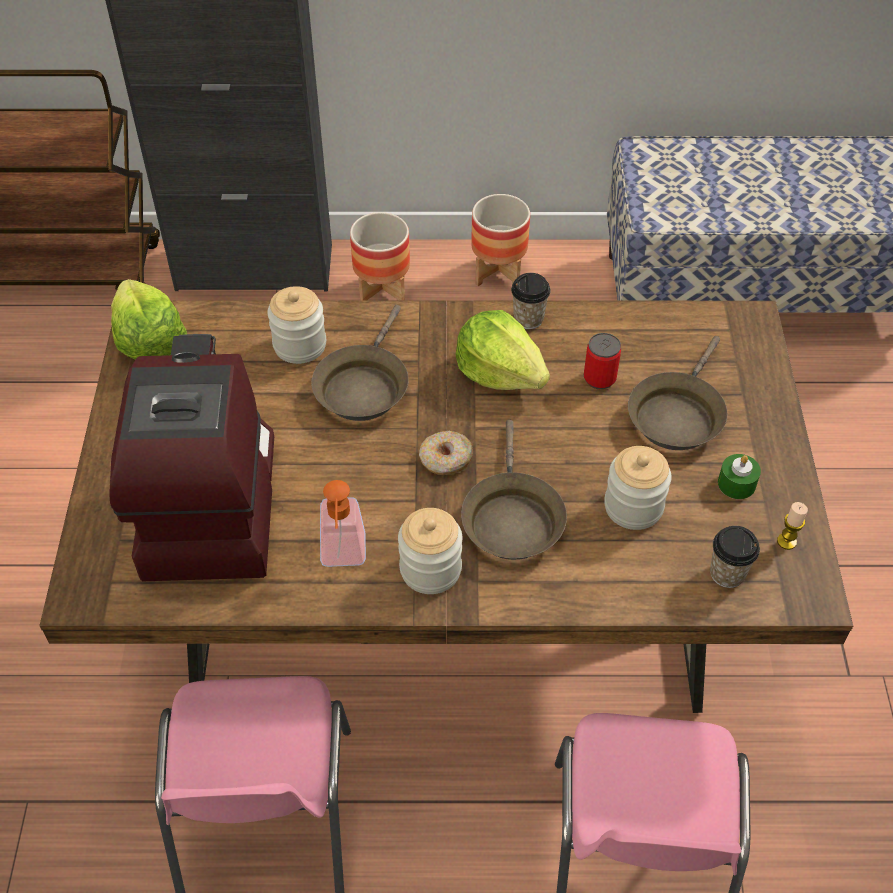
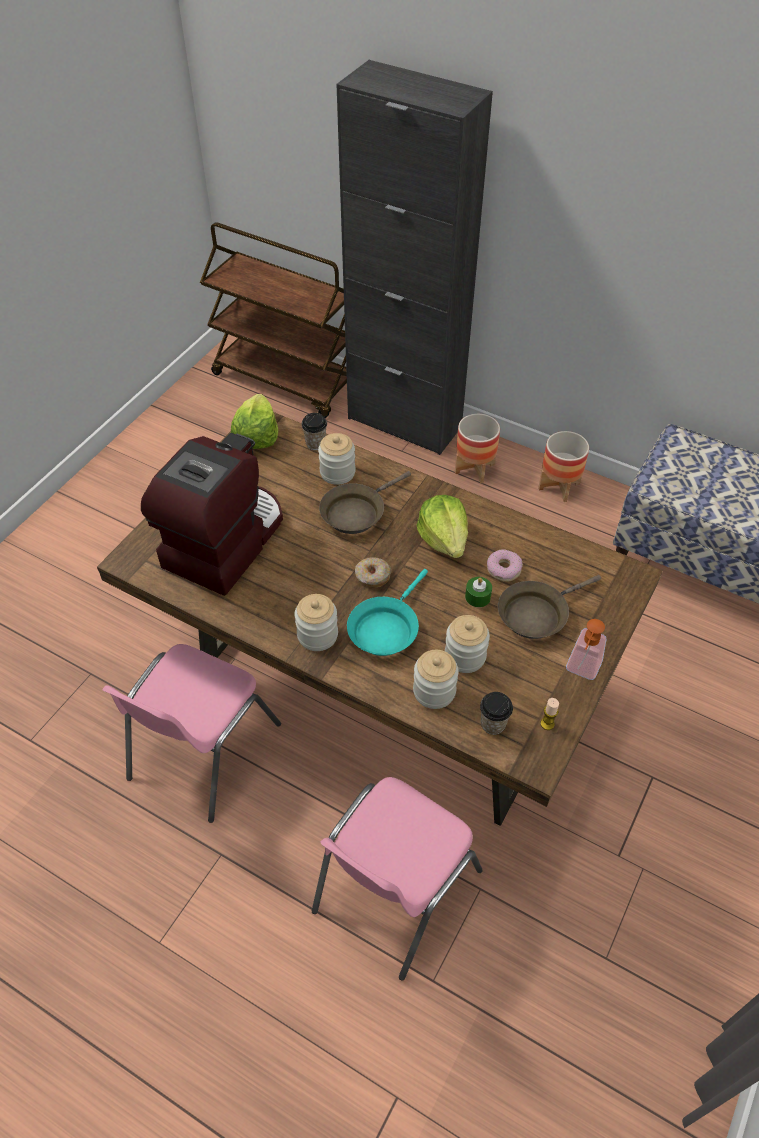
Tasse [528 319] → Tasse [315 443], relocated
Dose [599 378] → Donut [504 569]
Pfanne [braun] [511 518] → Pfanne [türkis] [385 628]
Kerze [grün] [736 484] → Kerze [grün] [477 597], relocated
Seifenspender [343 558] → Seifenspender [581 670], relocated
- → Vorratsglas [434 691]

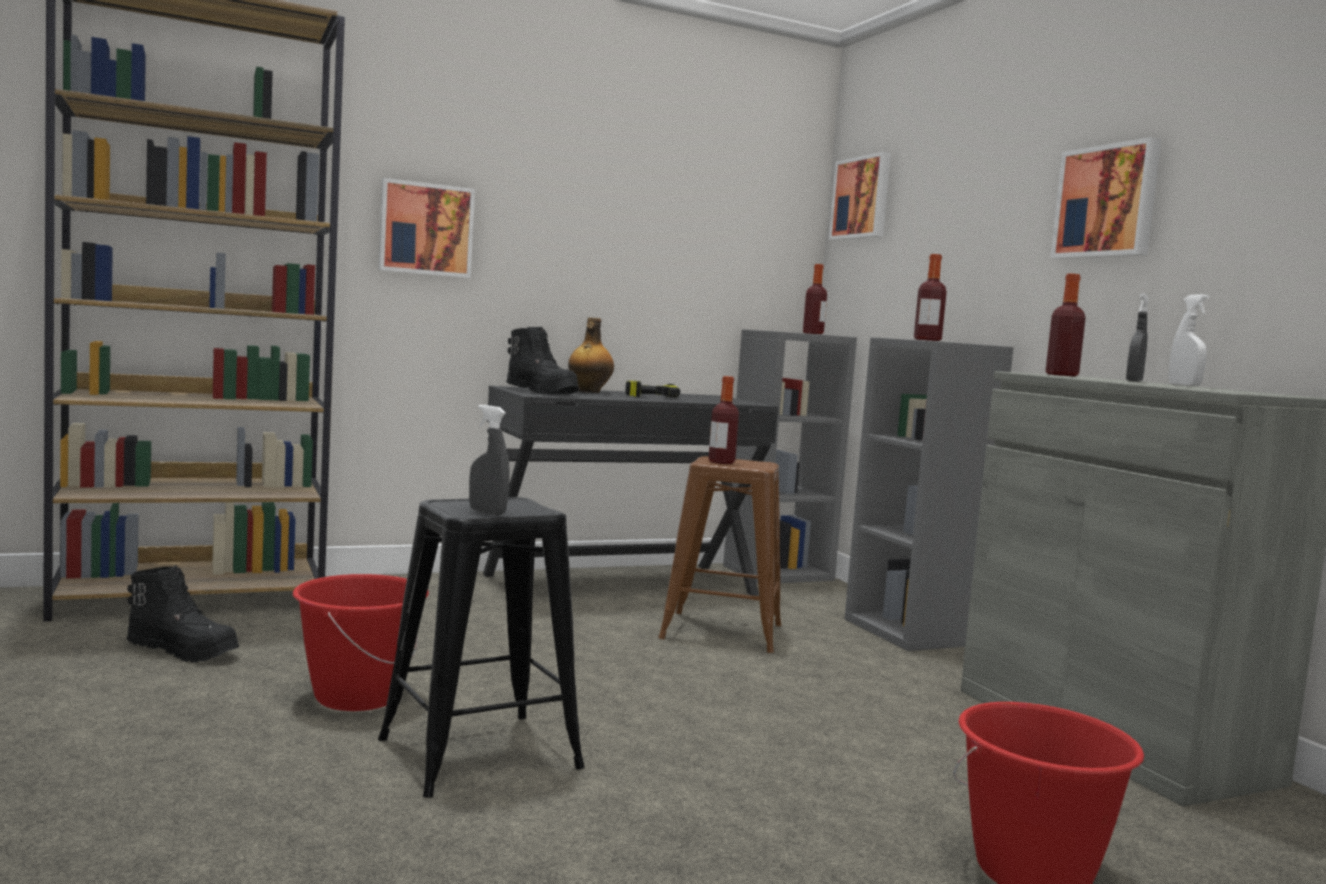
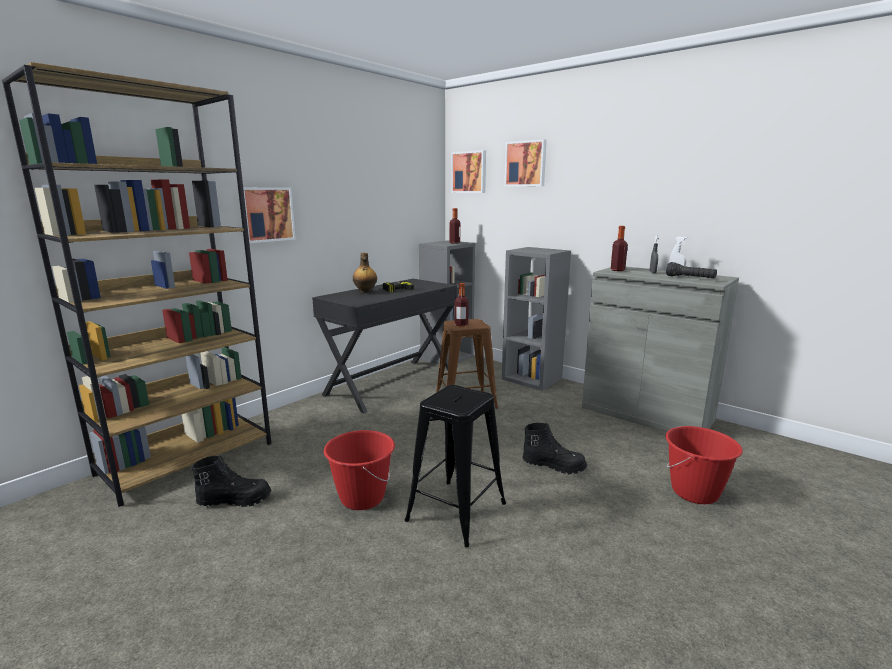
Bild [1108 202] → Bild [526 164], relocated
Flasche [927 340] → -
Stiefel [schwarz] [542 392] → Stiefel [schwarz] [553 465], relocated
Sprühflasche [grau] [487 512] → -
- → Taschenlampe [schwarz] [690 278]

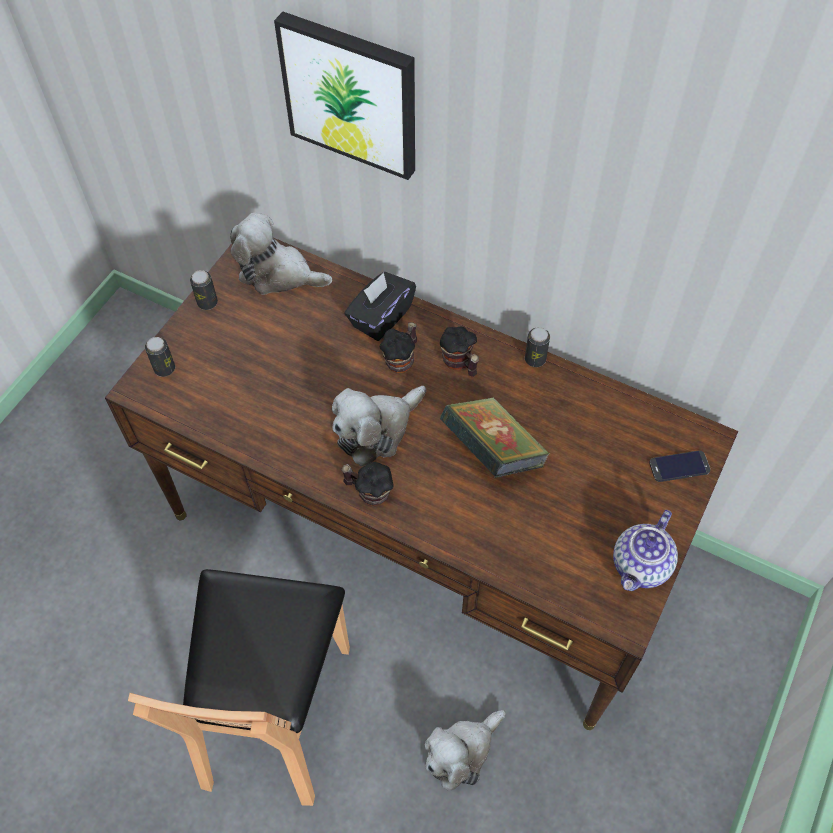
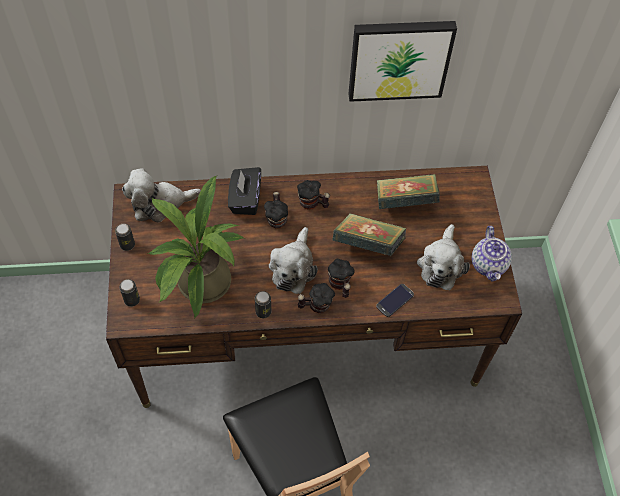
Bild [351 94] → Bild [399 59], relocated
Dose [535 359] → Dose [263 312], relocated
Handy [679 466] → Handy [394 300], relocated
Plüschtier [461 752] → Plüschtier [441 264], relocated
- → Buch [405 203]
- → Topfpflanze [199 287]
- → Henkelbecher [340 285]

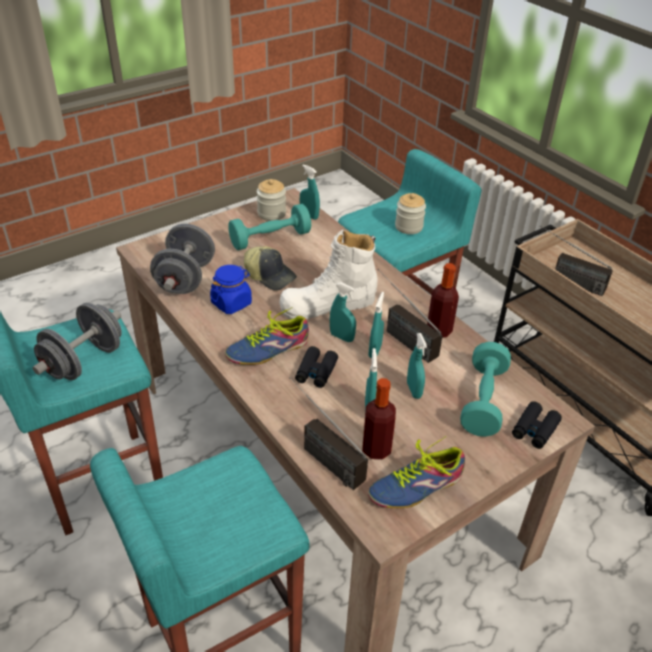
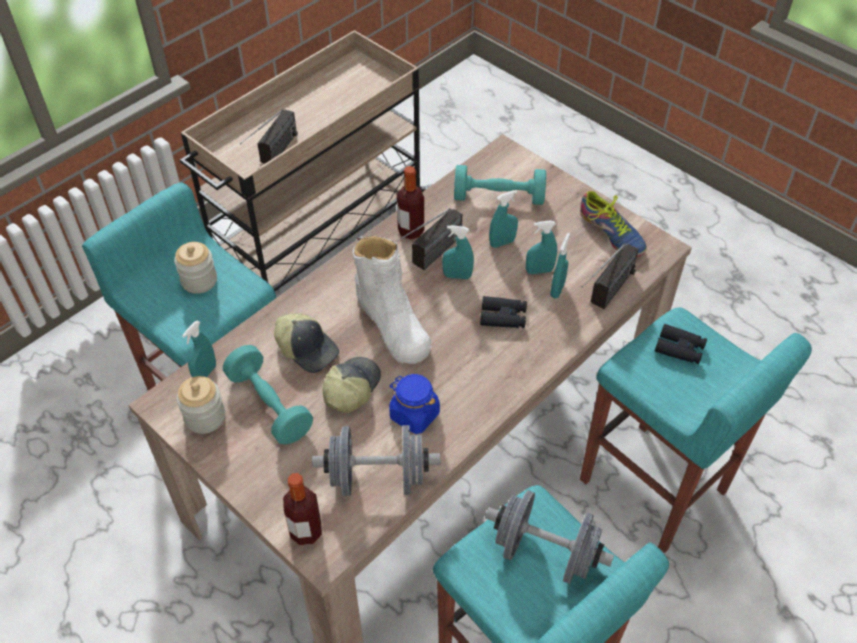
Sprühflasche [türkis] [342 337] → Sprühflasche [türkis] [557 289], relocated
Schuh [268 350] → -
Flasche [376 449] → Flasche [306 531], relocated
Fernglas [schwarz] [534 430] → Fernglas [schwarz] [679 348], relocated
- → Kappe [307 348]

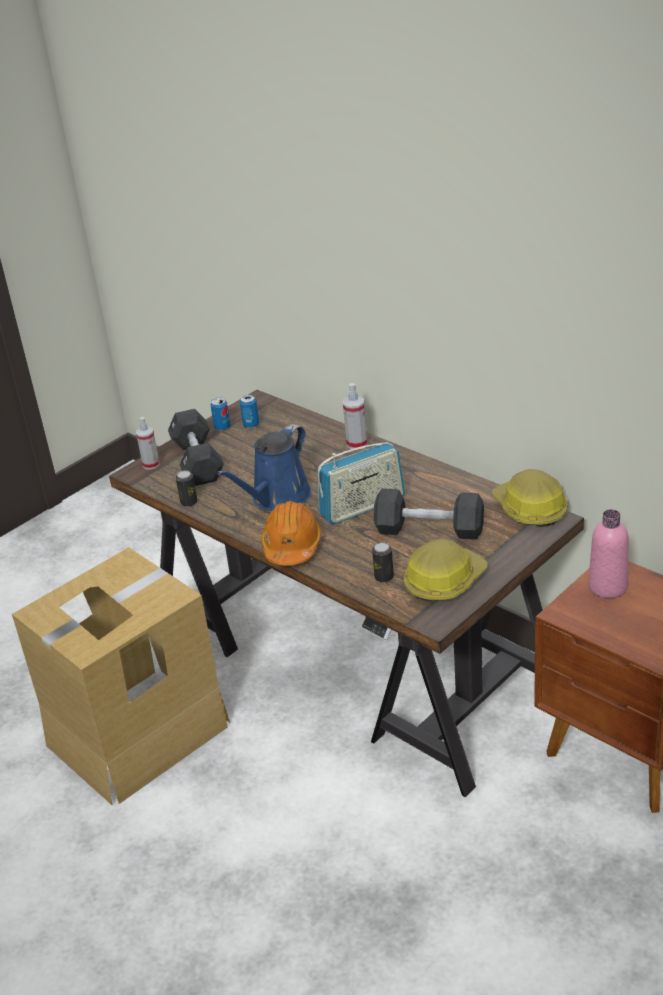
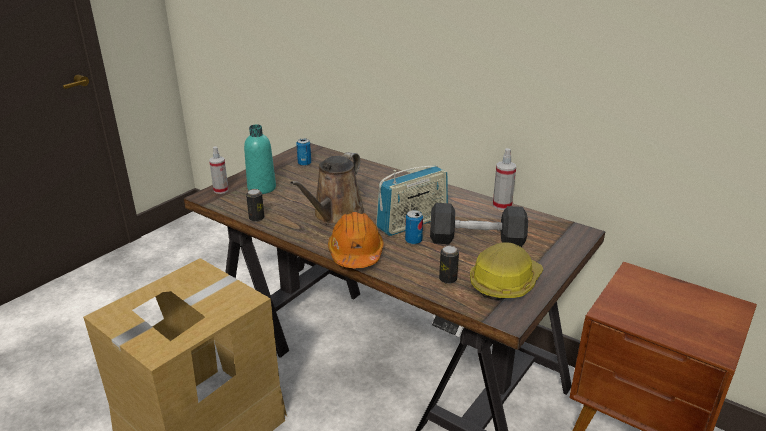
Sprühflasche [357 444] → Sprühflasche [502 205], relocated
Dose [222 427] → Dose [413 241], relocated
Hantel [schwarz] [197 461] → Flasche [türkis] [261 188]
Gießkanne [blau] [277 498] → Gießkanne [braun] [335 215]
Schutzhelm [529 509] → -
Flasche [rosa] [607 587] → -

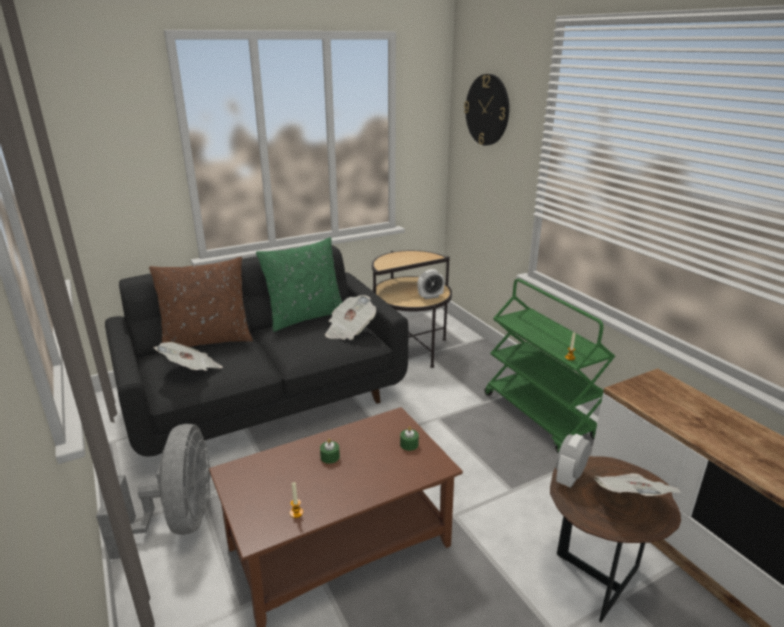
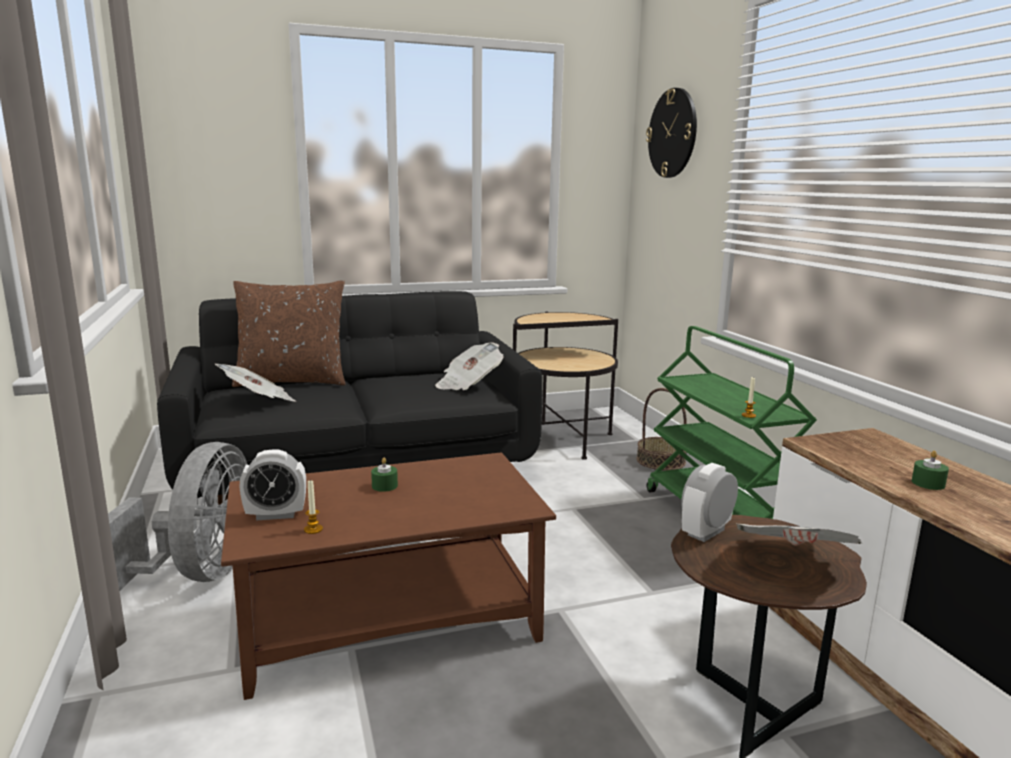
Kissen [grün] [305 317] → -
Wecker [430 297] → Wecker [276 515], relocated
Kerze [grün] [409 444] → Kerze [grün] [928 483], relocated
- → Korb [661 461]

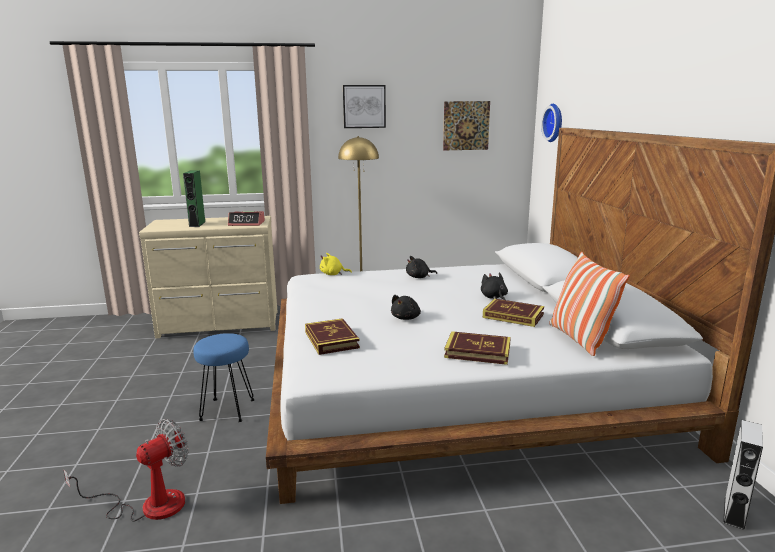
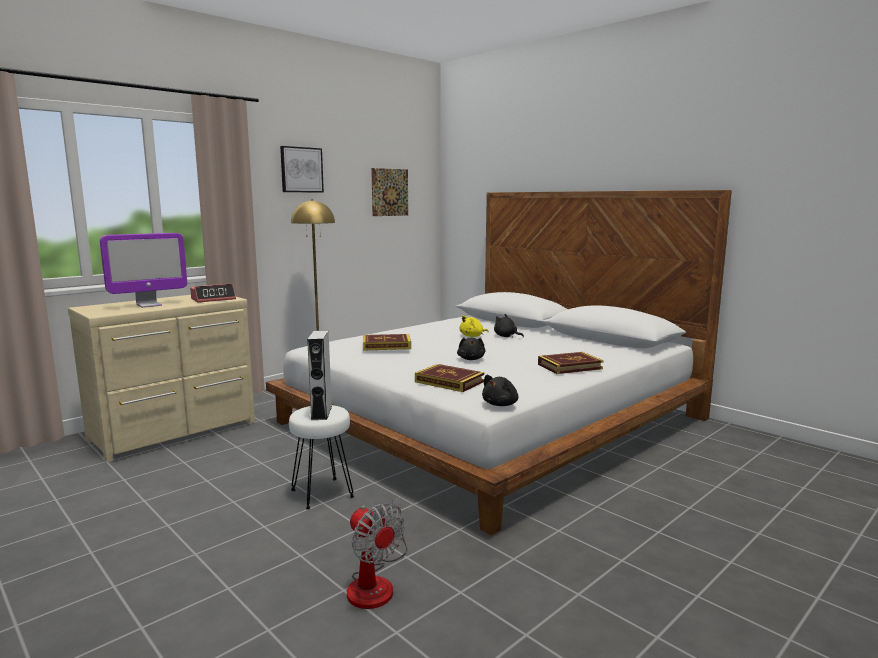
Wanduhr [554 123] → -
Lautsprecher [grün] [197 224] → Monitor [149 305]
Kissen [579 339] → -
Plüschtier [gelb] [333 274] → Plüschtier [gelb] [472 336], relocated
Plüschtier [schwarz] [419 277] → Plüschtier [schwarz] [501 404], relocated
Buch [513 316] → Buch [386 345], relocated
Hocker [blau] [228 410] → Hocker [weiß] [323 493]
Ventilator [149 505] → Ventilator [376 582], 135 degrees clockwise
Lautsprecher [grau] [734 512] → Lautsprecher [grau] [321 413], relocated

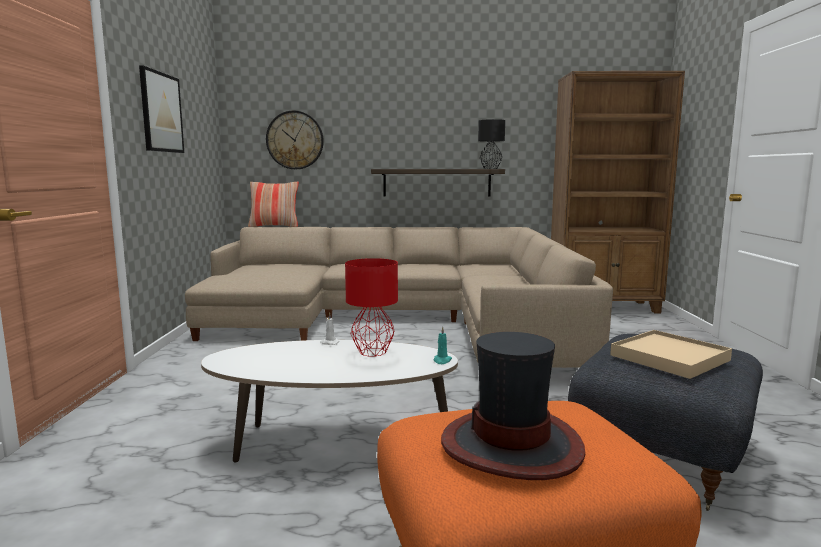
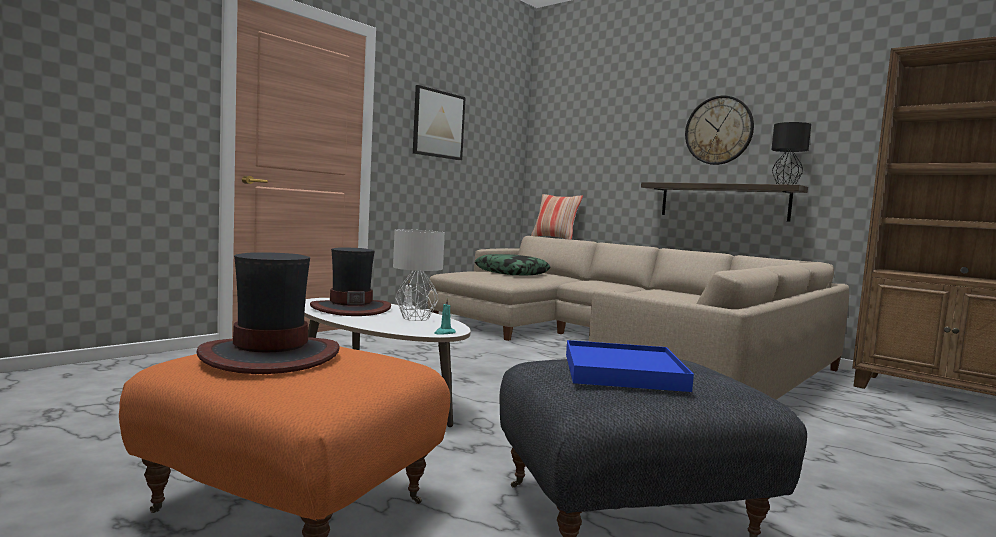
Wanduhr [295 140] → Wanduhr [719 130], relocated
Tischlampe [rot] [373 352] → Tischlampe [grau] [416 318]
Tablett [beige] [669 358] → Tablett [blau] [622 371]
- → Hut [350 308]
- → Kissen [512 273]

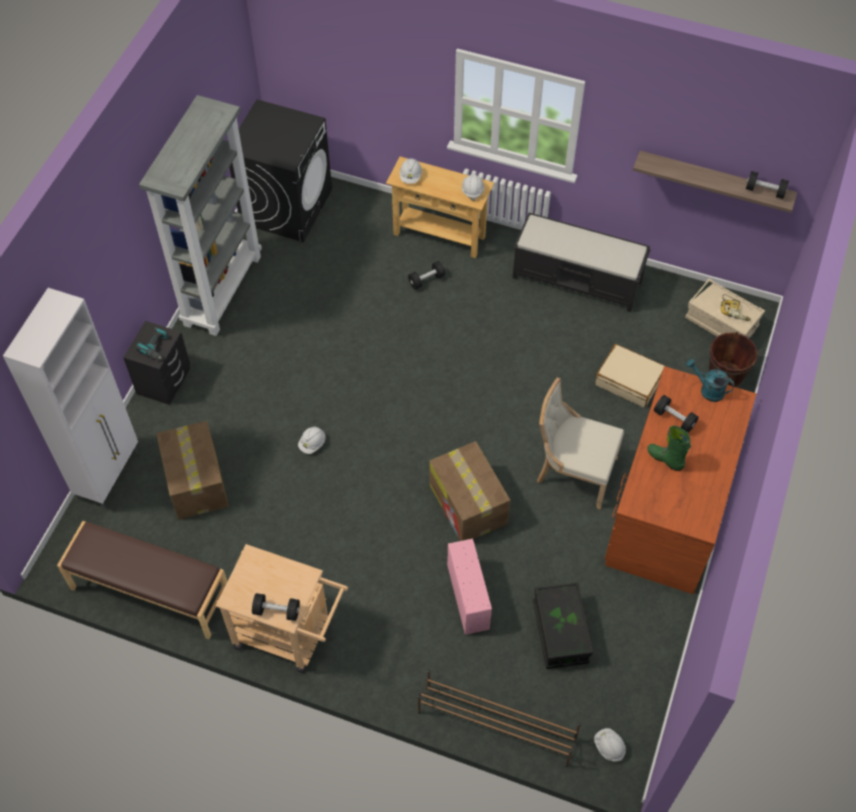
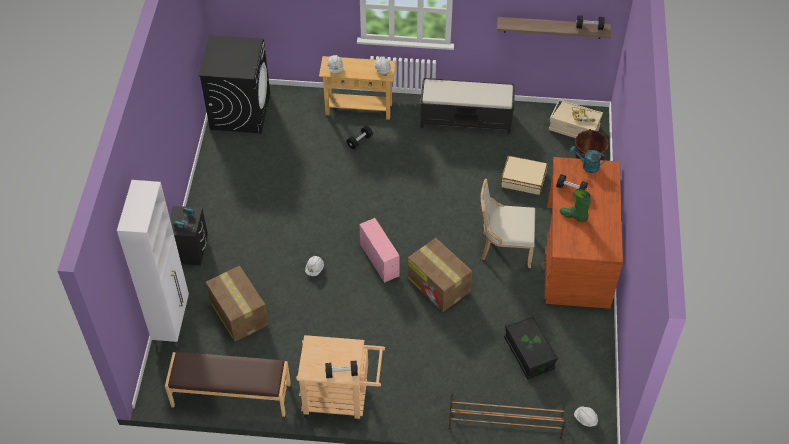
Bücherregal [grau] [222 289] → -
Aufbewahrungsbox [rosa] [467 595] → Aufbewahrungsbox [rosa] [379 259], relocated

